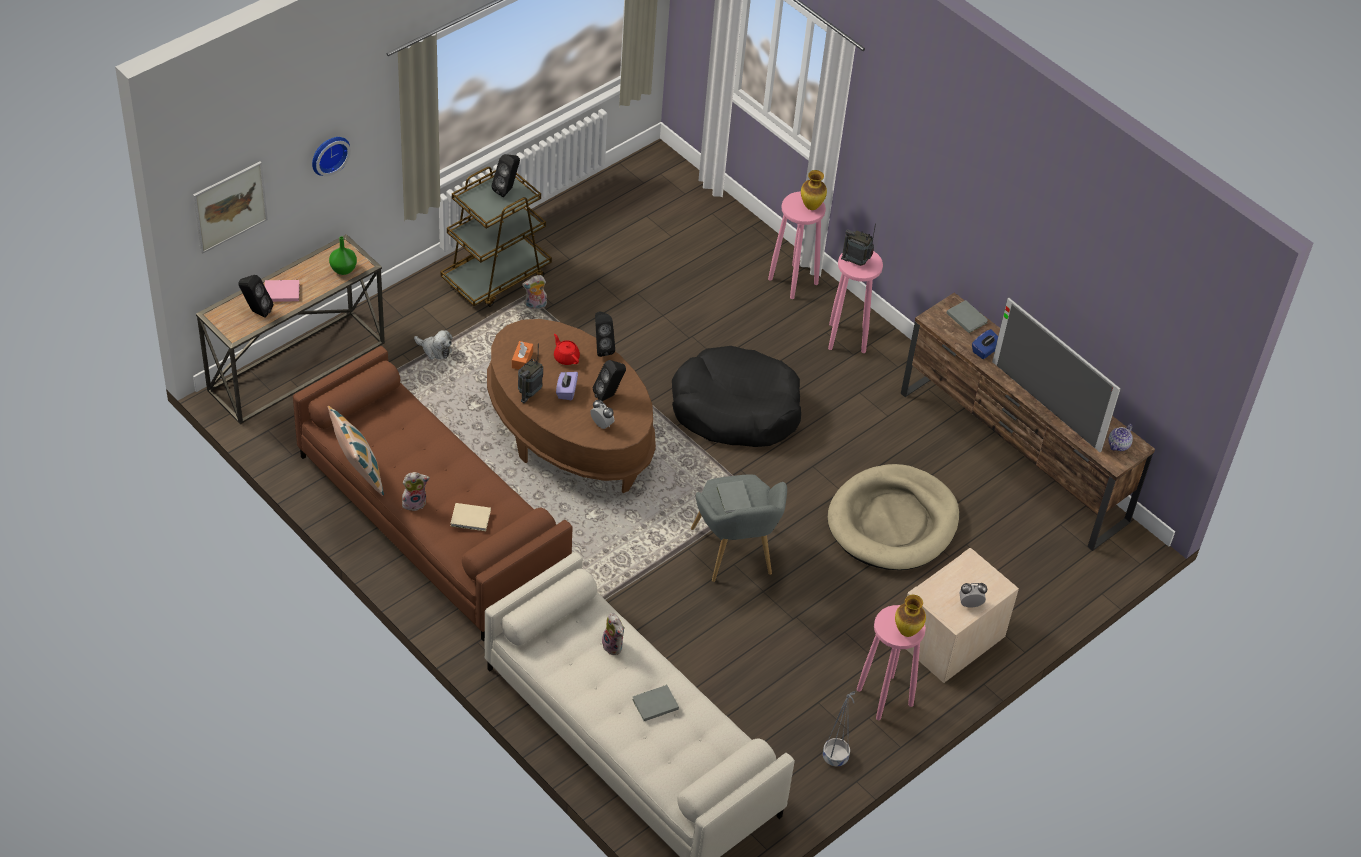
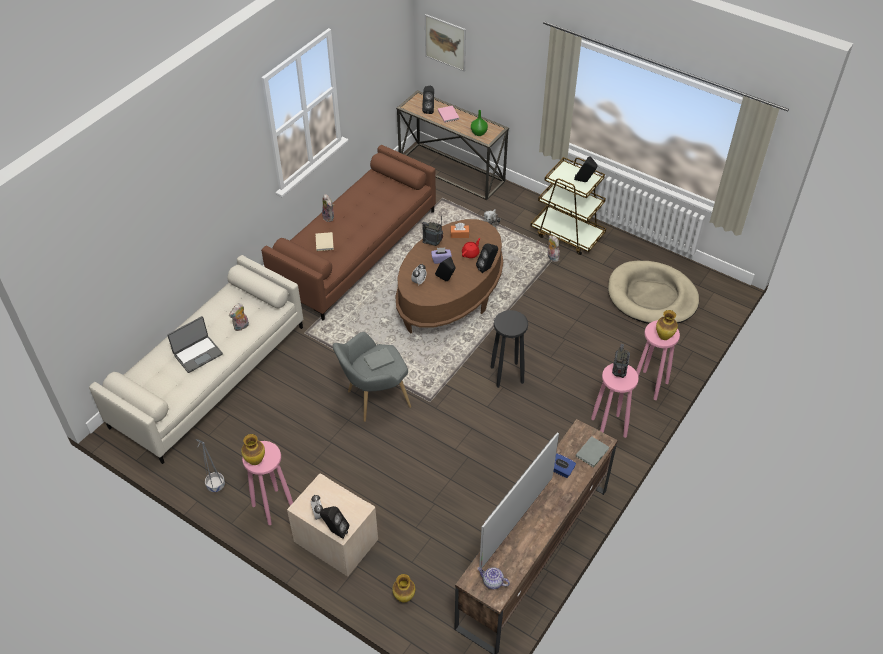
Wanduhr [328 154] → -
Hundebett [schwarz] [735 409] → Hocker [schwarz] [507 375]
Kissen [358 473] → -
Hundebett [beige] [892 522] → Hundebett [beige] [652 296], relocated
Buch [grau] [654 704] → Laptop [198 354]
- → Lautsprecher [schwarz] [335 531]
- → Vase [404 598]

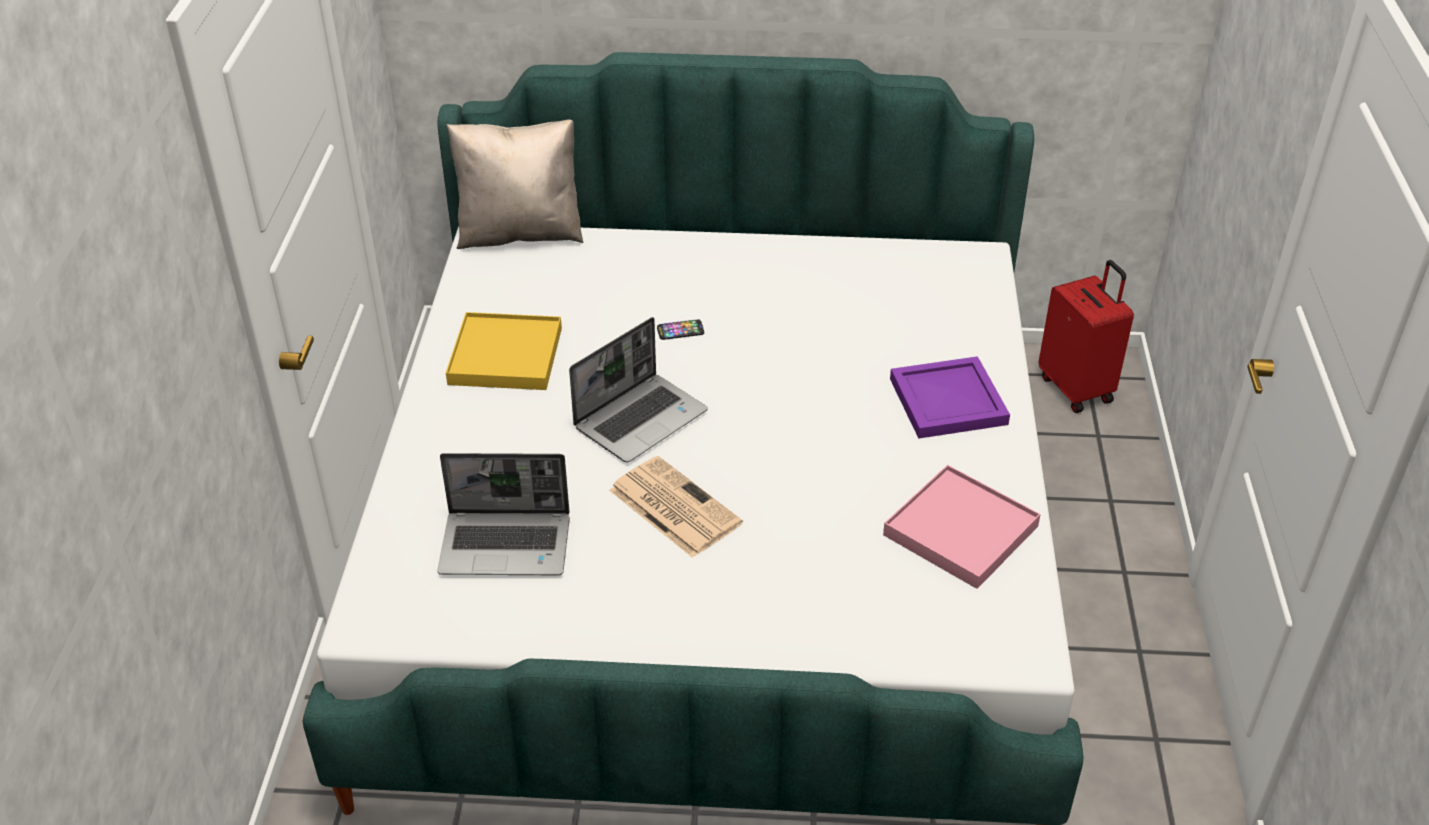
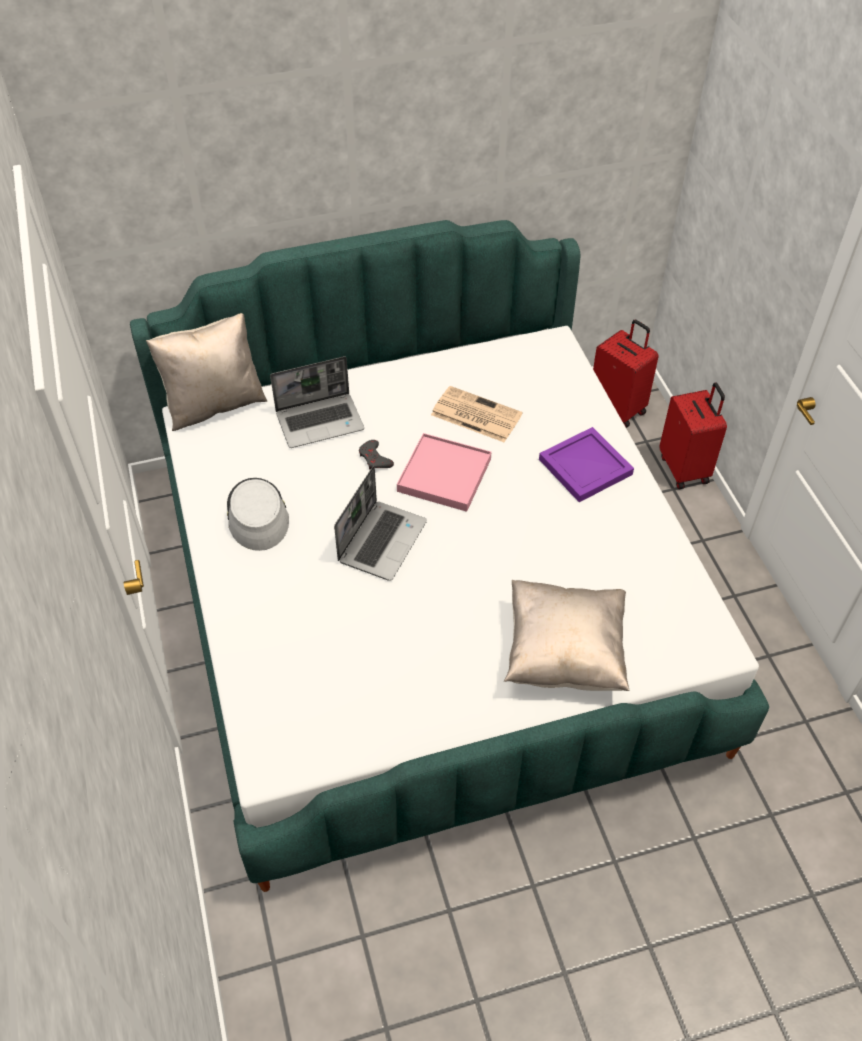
Tablett [gelb] [505 356] → Hut [grau] [256 515]
Handy [680 330] → Gamepad [grau] [375 458]
Laptop [507 544] → Laptop [320 421], relocated
Zeitung [672 506] → Zeitung [475 415], relocated
Tablett [rosa] [960 531] → Tablett [rosa] [444 475], relocated
- → Koffer [rot] [685 469]
- → Kissen [beige] [564 653]

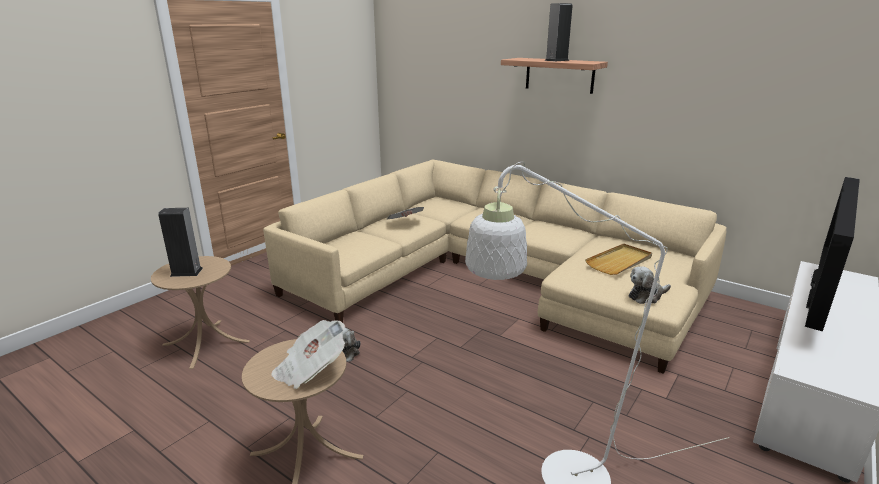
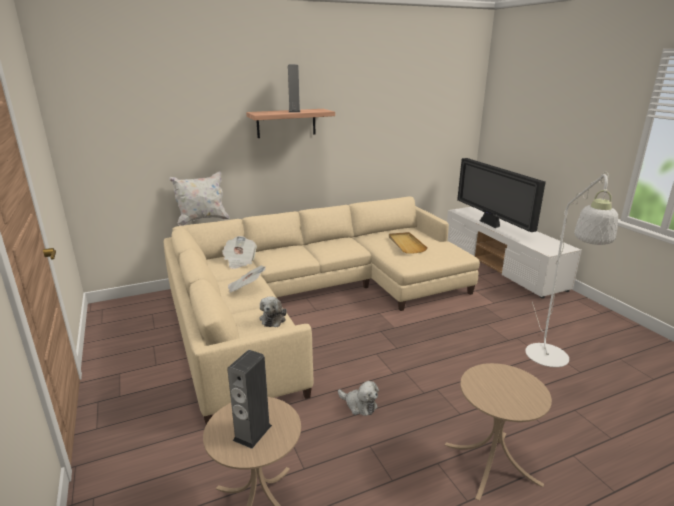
Plüschtier [646 296] → Plüschtier [273 318], relocated
Zeitung [310 369] → Zeitung [239 261], relocated
- → Kissen [weiß] [202 220]

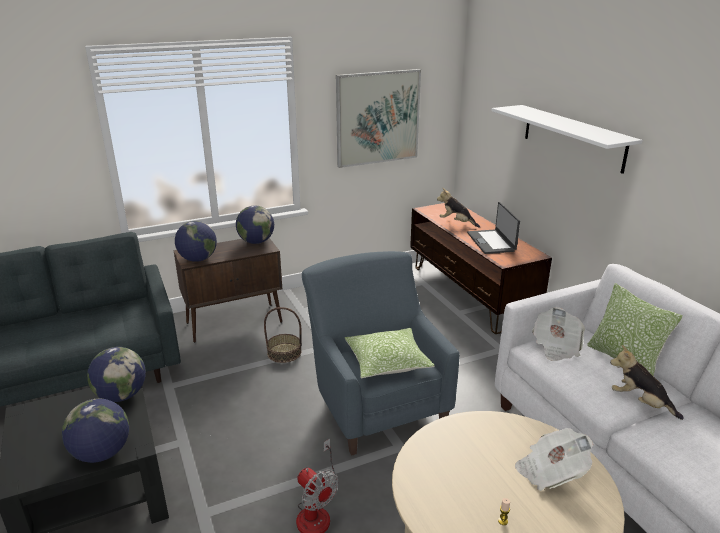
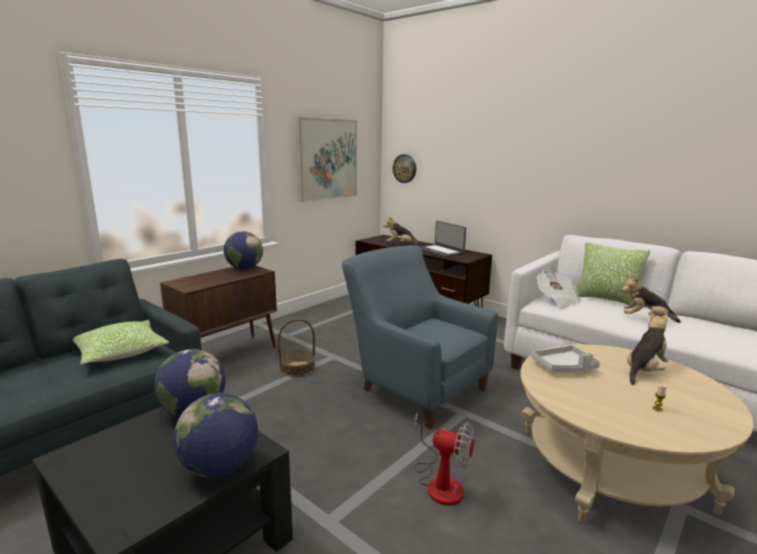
Wandregal [weiß] [572 137] → -
Globus [198 259] → -
Kissen [387 362] → Kissen [120 352], relocated
Zeitung [550 472] → Plüschtier [644 371]
- → Wanduhr [404 168]
- → Tablett [grau] [564 367]

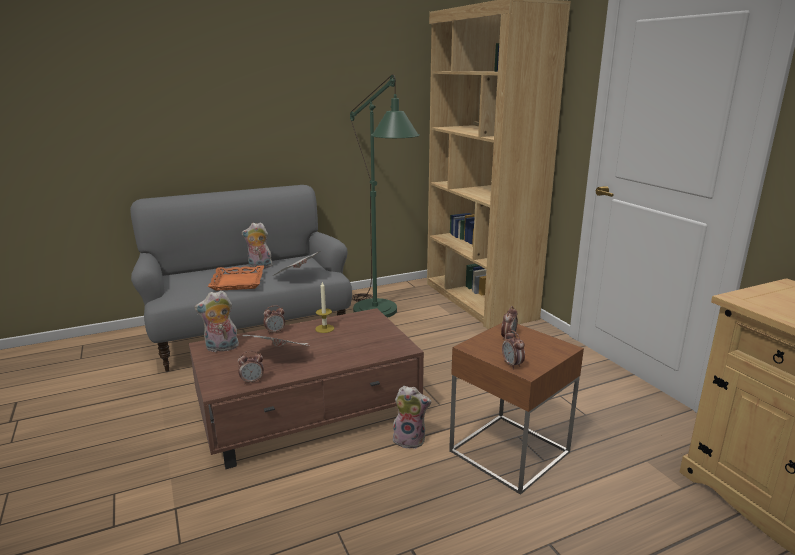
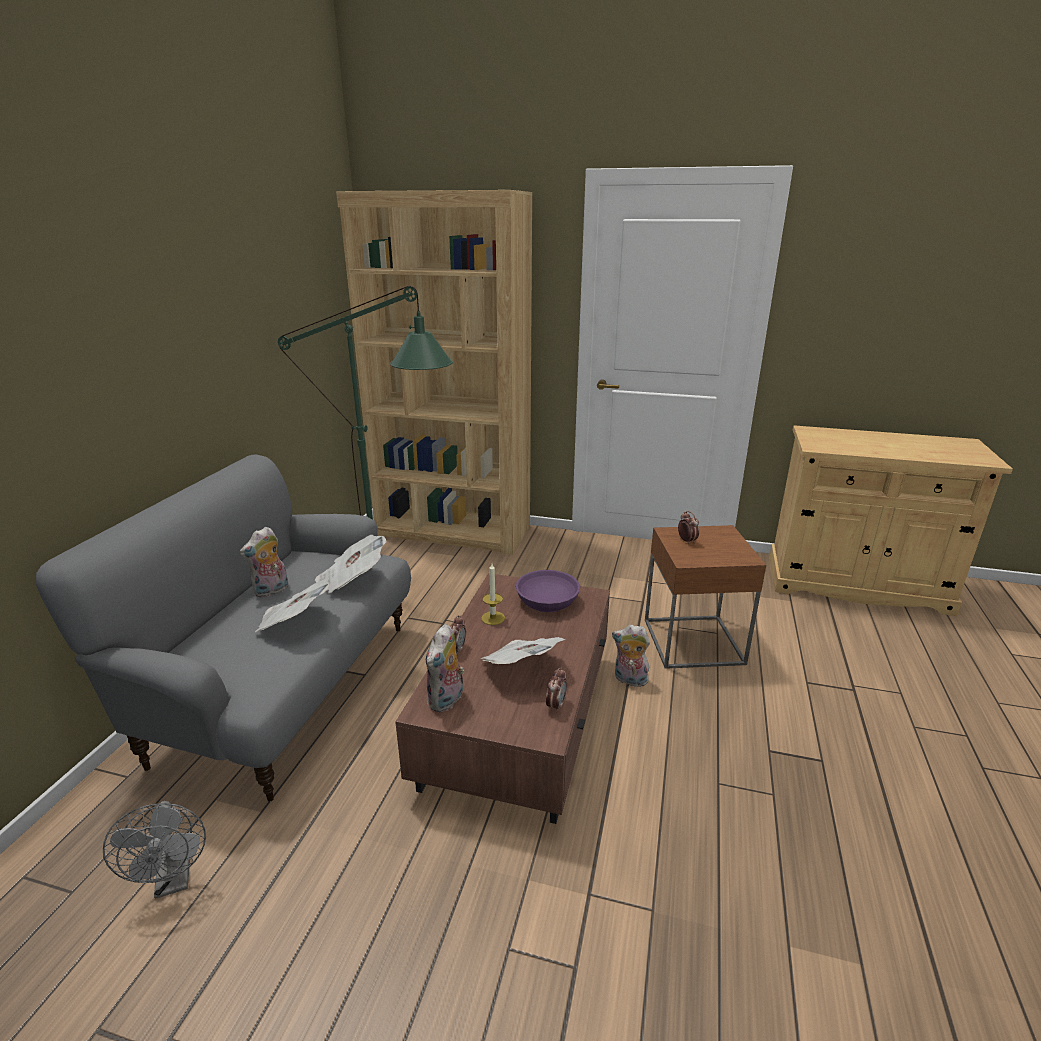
Tablett [orange] [237 282] → Zeitung [295 622]
Wecker [512 365] → -
Plüschtier [410 440] → Plüschtier [629 680], 120 degrees counterclockwise
- → Schüssel [lila] [547 601]
- → Ventilator [grau] [174 880]

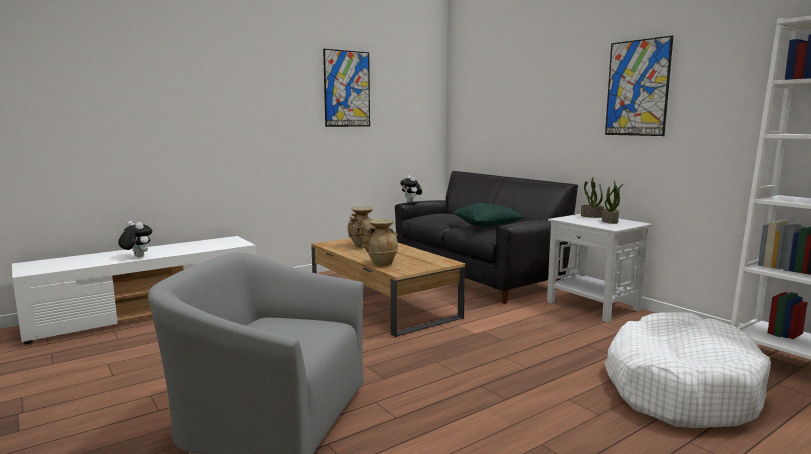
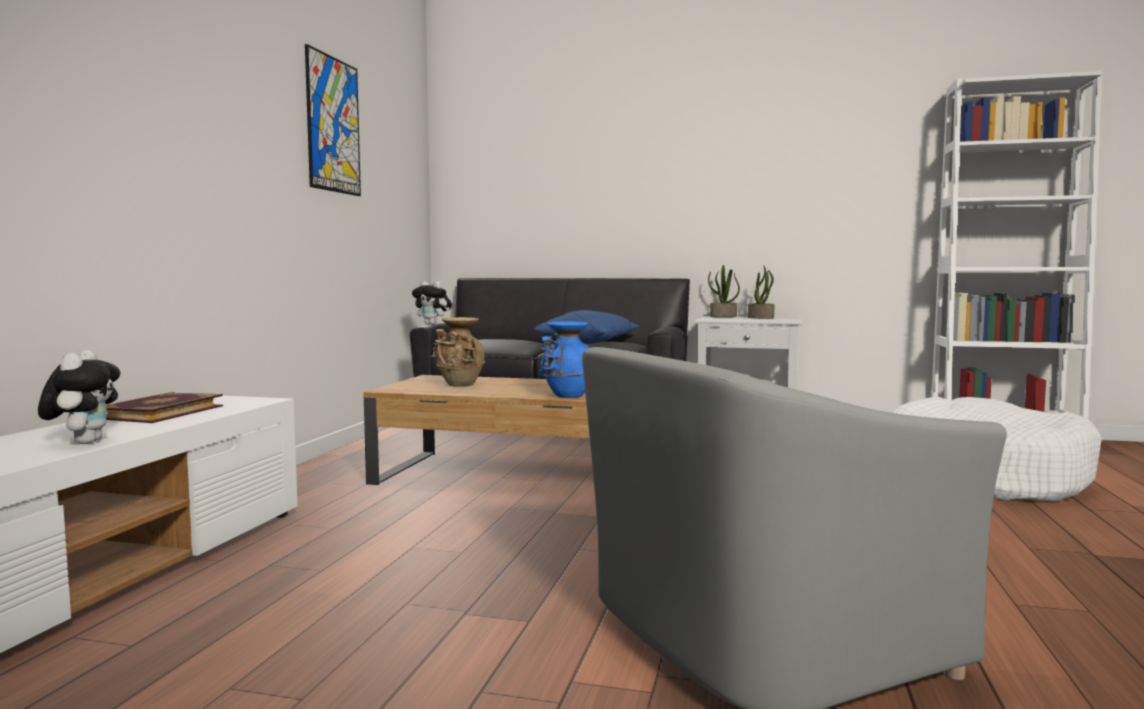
Bild [637 88] → -
Kissen [grün] [487 224] → Kissen [blau] [588 342]
Vase [beige] [381 263] → Vase [blau] [566 395]
Plüschtier [136 257] → Plüschtier [84 442], 90 degrees clockwise
- → Buch [159 412]

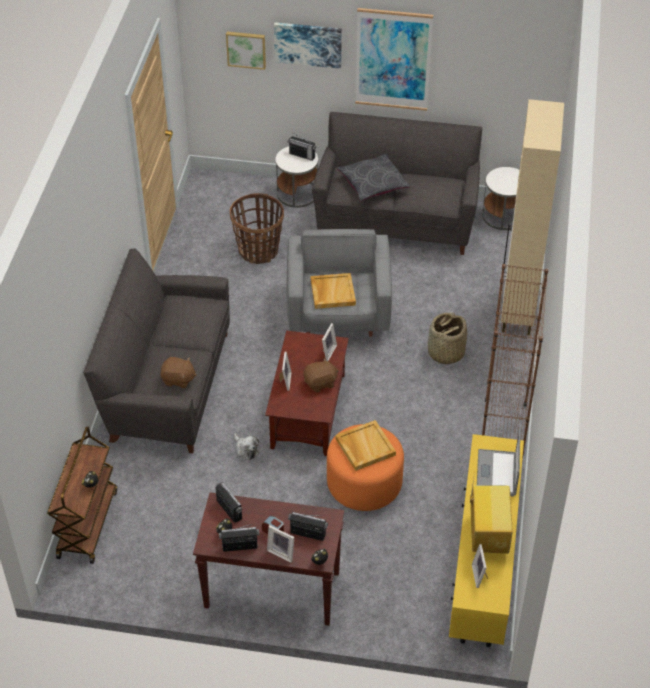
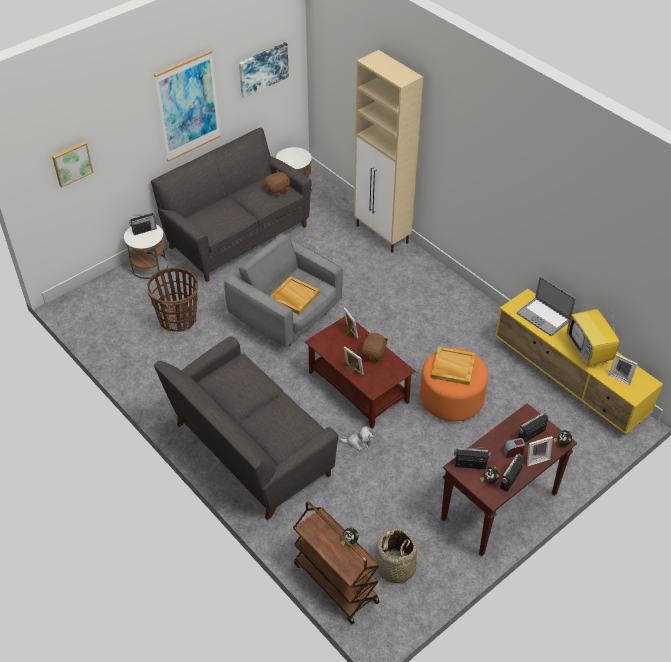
Bild [308 44] → Bild [263 69], relocated
Kissen [grau] [373 183] → -
Bücherregal [braun] [502 435] → -
Korb [445 352] → Korb [395 568], relocated
Plüschtier [braun] [178 380] → Plüschtier [braun] [277 190], relocated
Fernseher [487 534] → Fernseher [589 353], 150 degrees counterclockwise

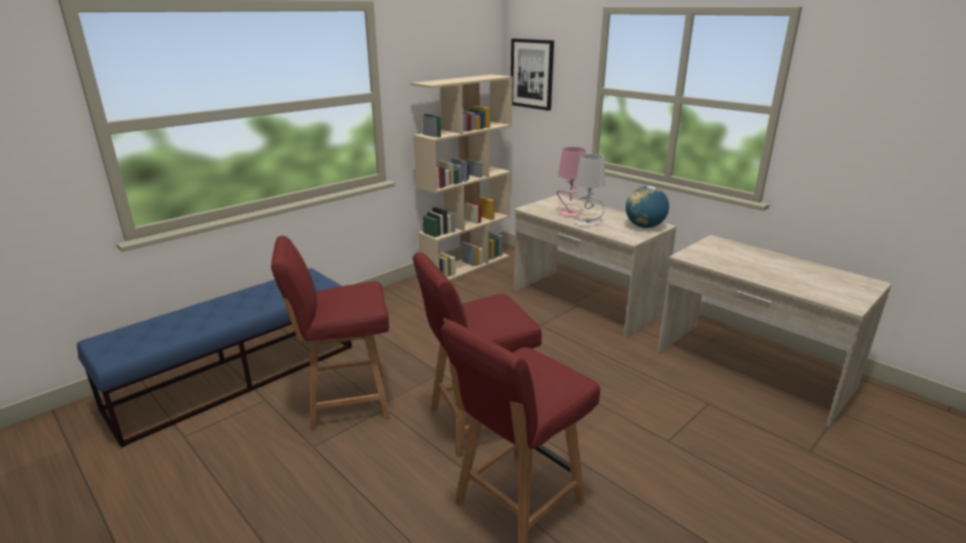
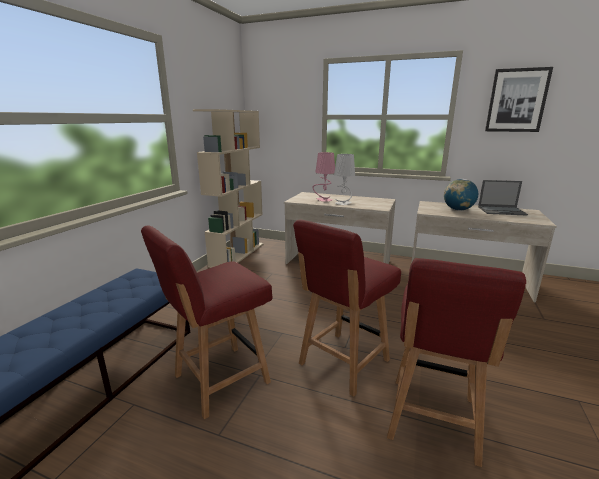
Bild [532 74] → Bild [517 100], relocated
Globus [644 226] → Globus [458 210], relocated
- → Laptop [502 211]

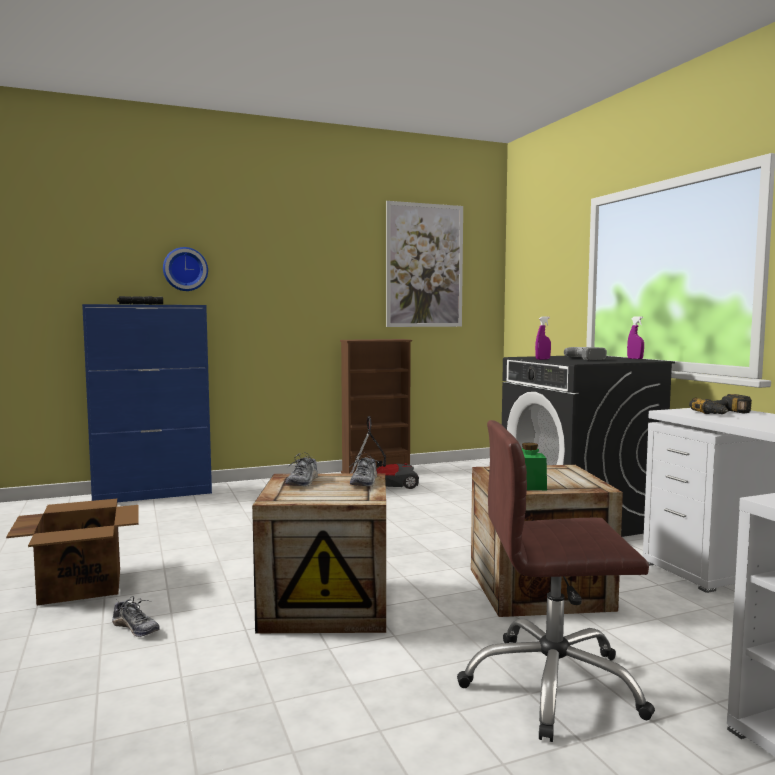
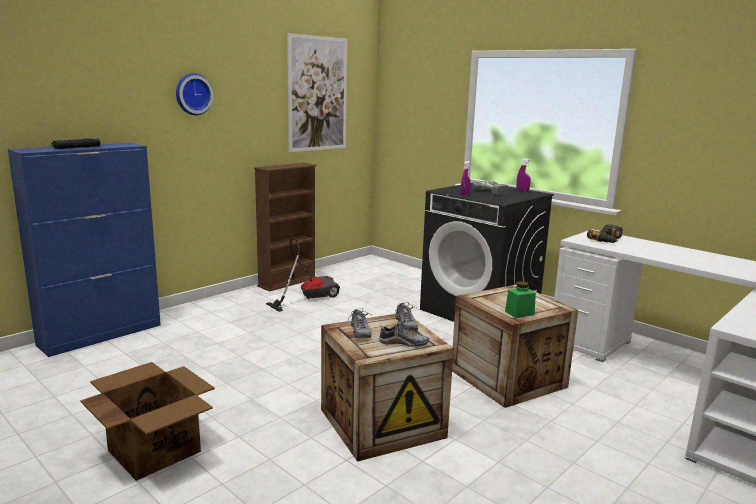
Wanduhr [185 269] → Wanduhr [193 94], relocated
Bürostuhl [braun] [552 686] → -
Schuh [136 628] → Schuh [403 343], relocated

